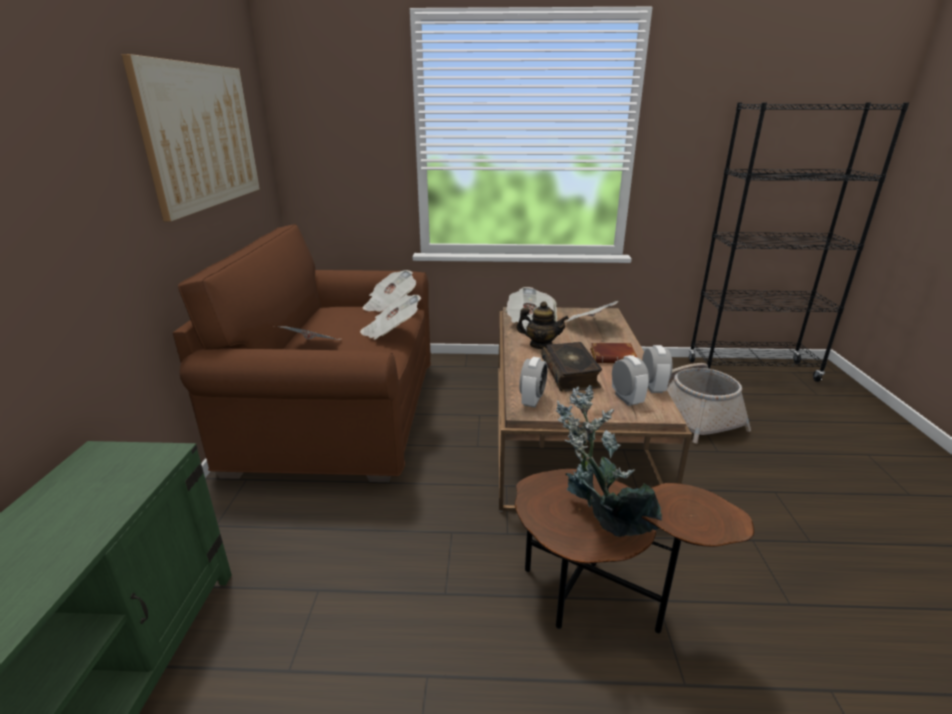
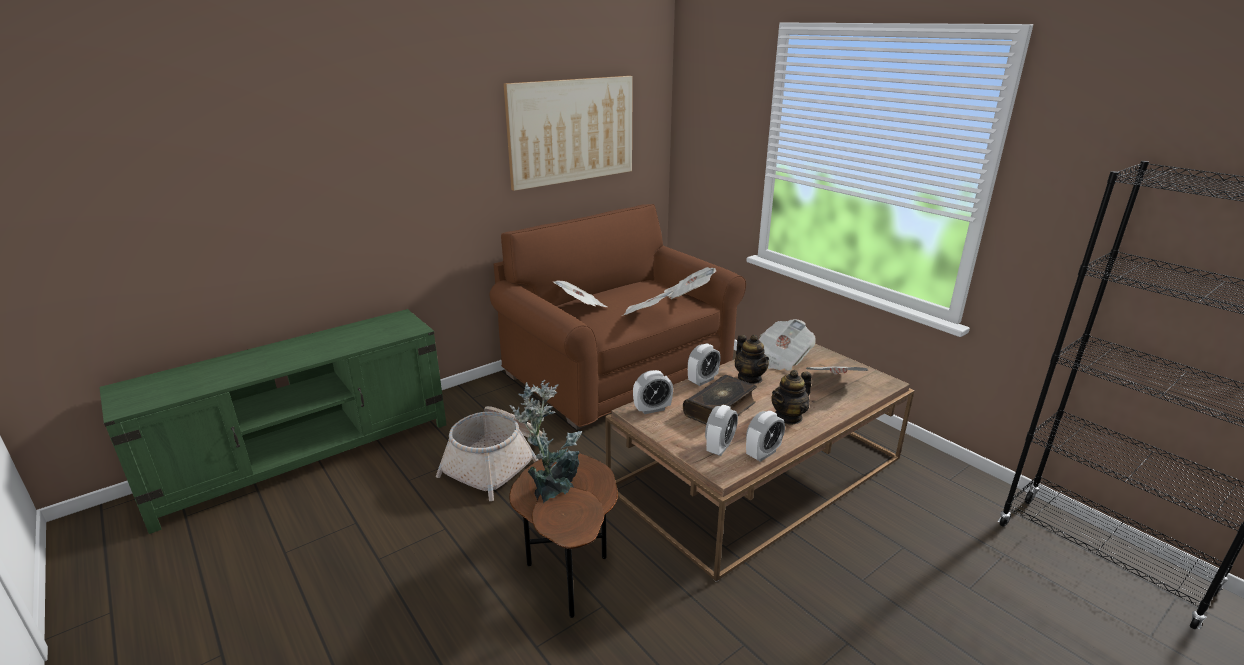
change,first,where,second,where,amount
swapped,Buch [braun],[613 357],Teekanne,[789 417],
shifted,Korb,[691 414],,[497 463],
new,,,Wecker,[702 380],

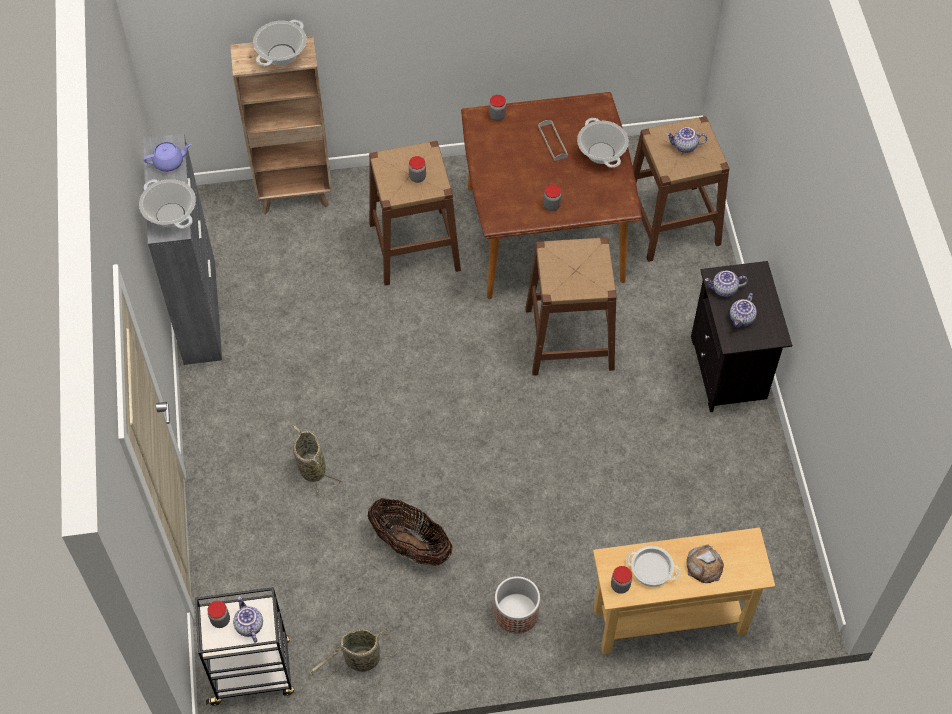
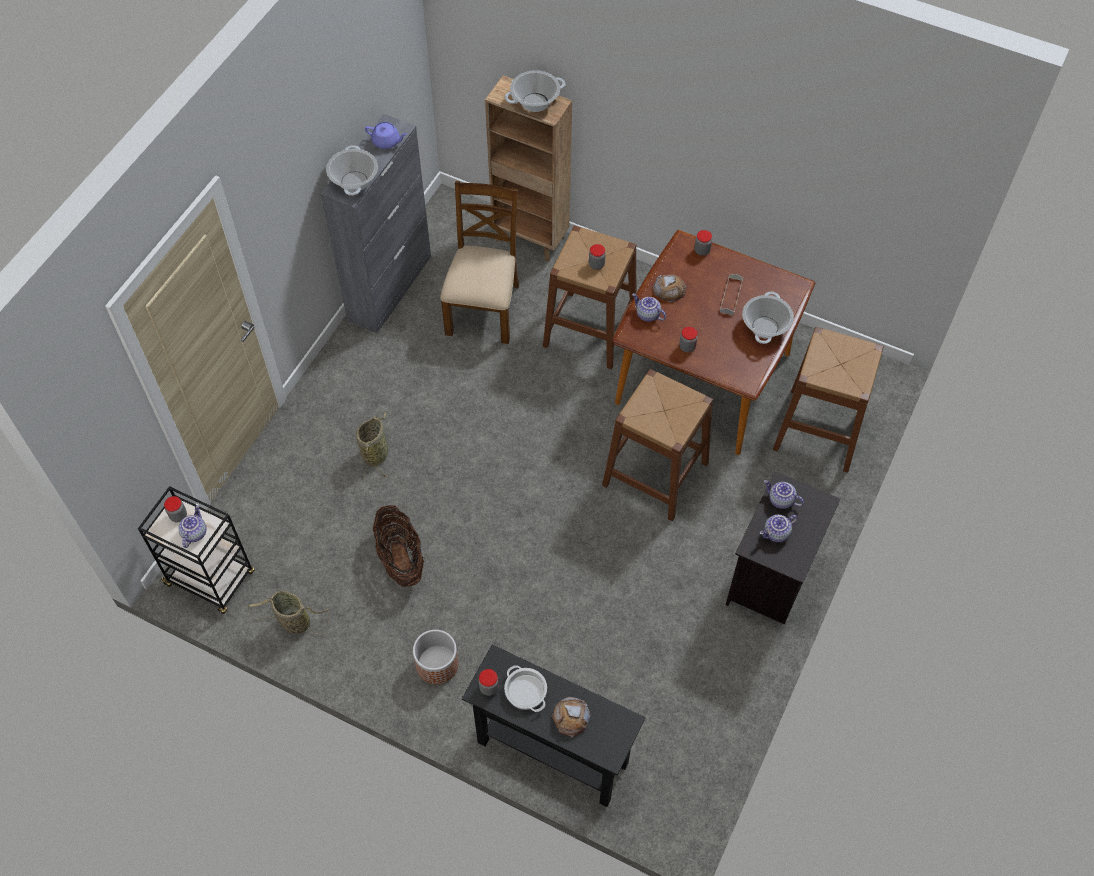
change,first,where,second,where,amount
shifted,Teekanne,[684 146],,[647 315],
repainted,Konsolentisch [beige],[669 621],Konsolentisch [schwarz],[552 752],
new,,,Stuhl [braun],[484 308],
new,,,Brot,[669 290],

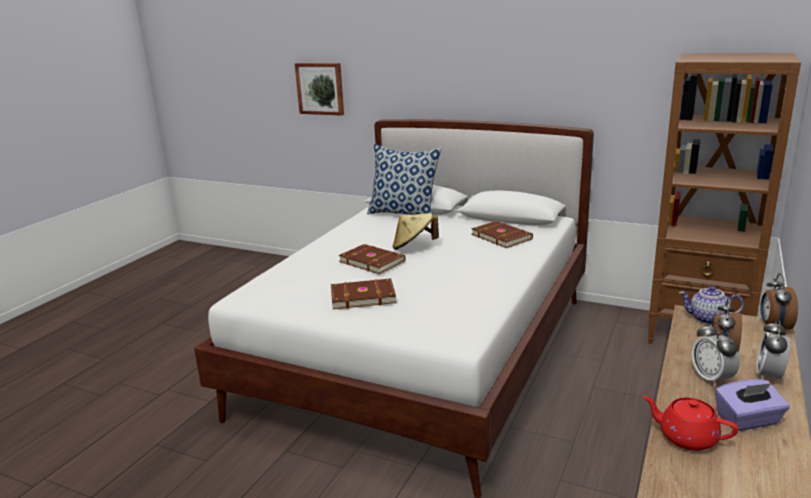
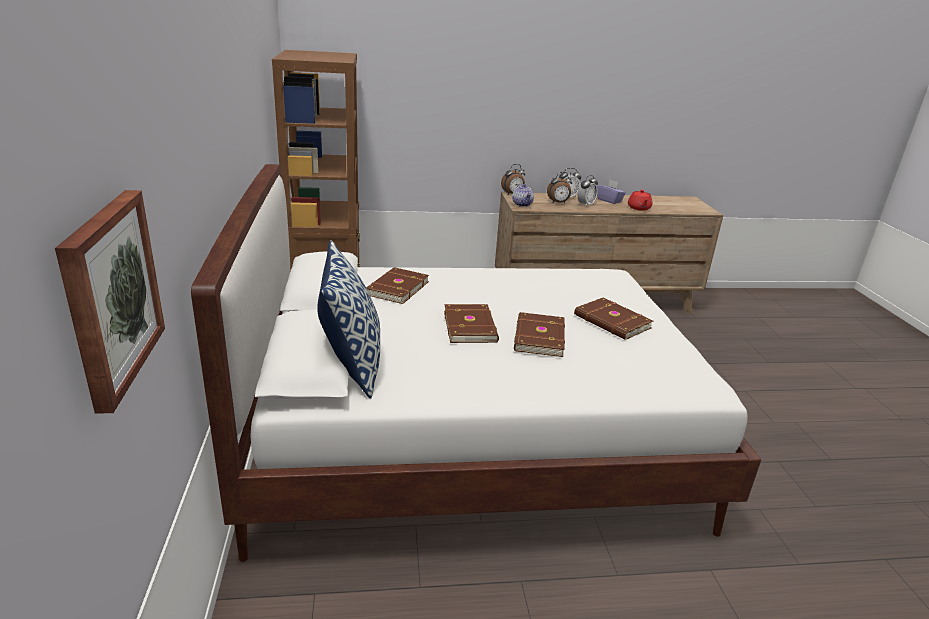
change,first,where,second,where,amount
swapped,Hut [beige],[414 246],Buch [braun],[471 326],

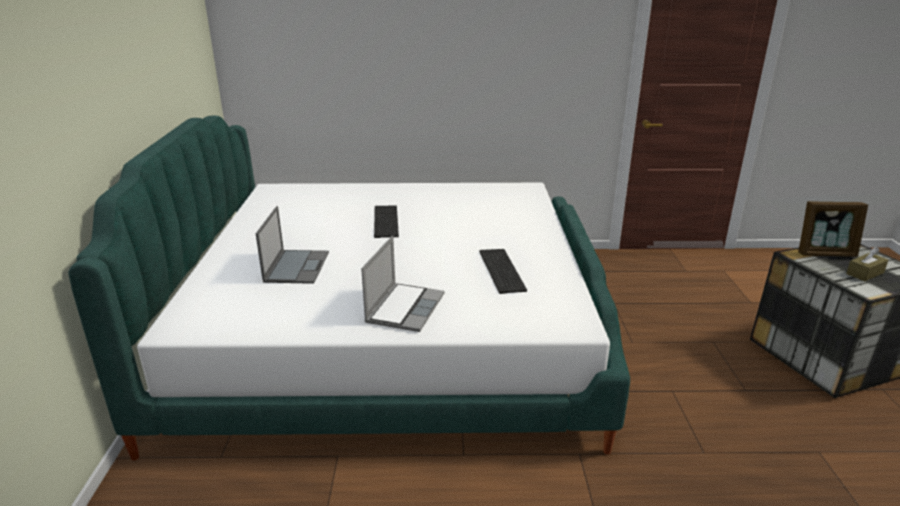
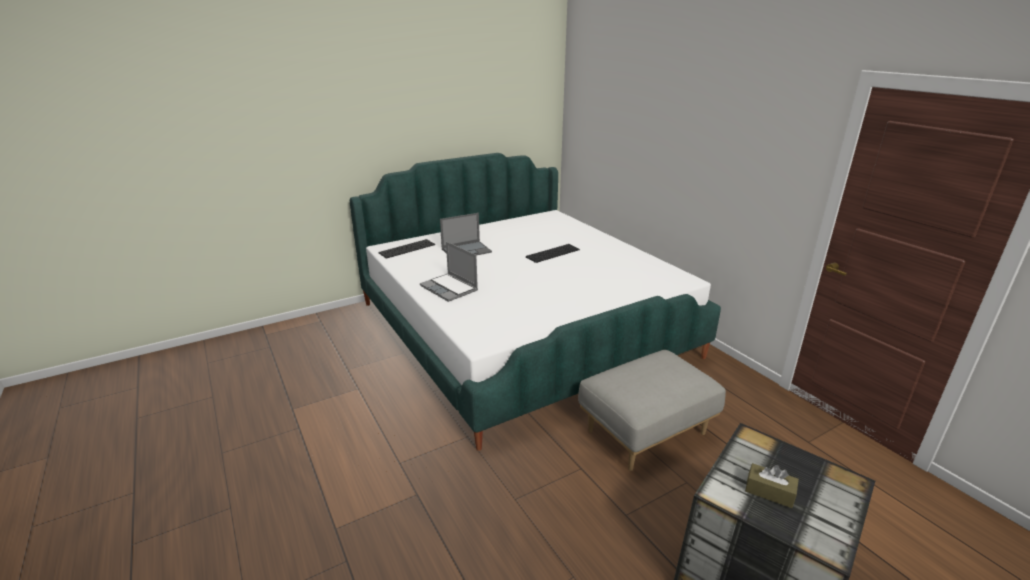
change,first,where,second,where,amount
gone,Bilderrahmen,[825 253],,,
rotated,Laptop,[404 308],,[450 288],60 degrees clockwise
shifted,Tastatur,[499 270],,[407 248],
new,,,Polsterhocker [grau],[646 432],

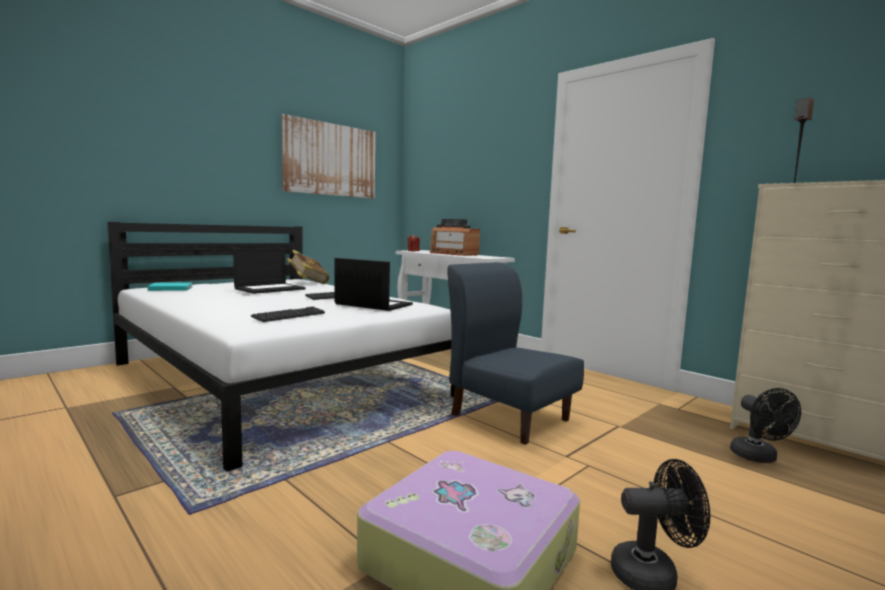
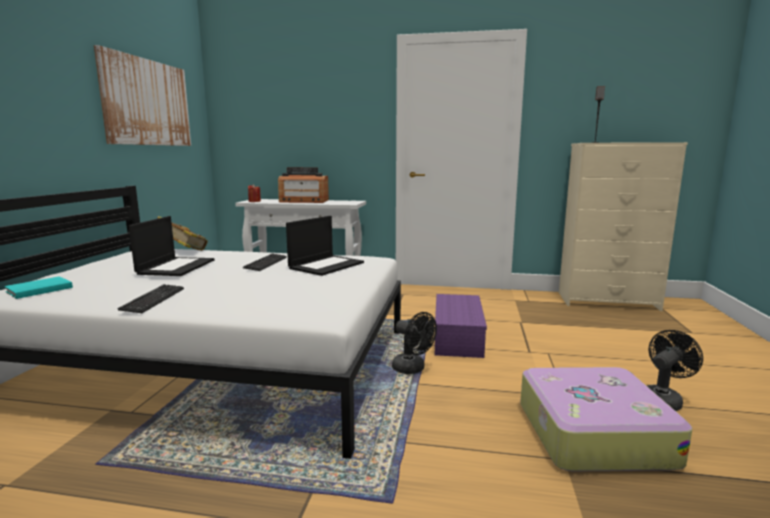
change,first,where,second,where,amount
rotated,Laptop,[372 304],,[326 265],135 degrees clockwise
swapped,Stuhl [blau],[509 417],Aufbewahrungsbox [lila],[456 336],
shifted,Tastatur,[289 316],,[153 300],
shifted,Ventilator [schwarz],[759 458],,[413 369],

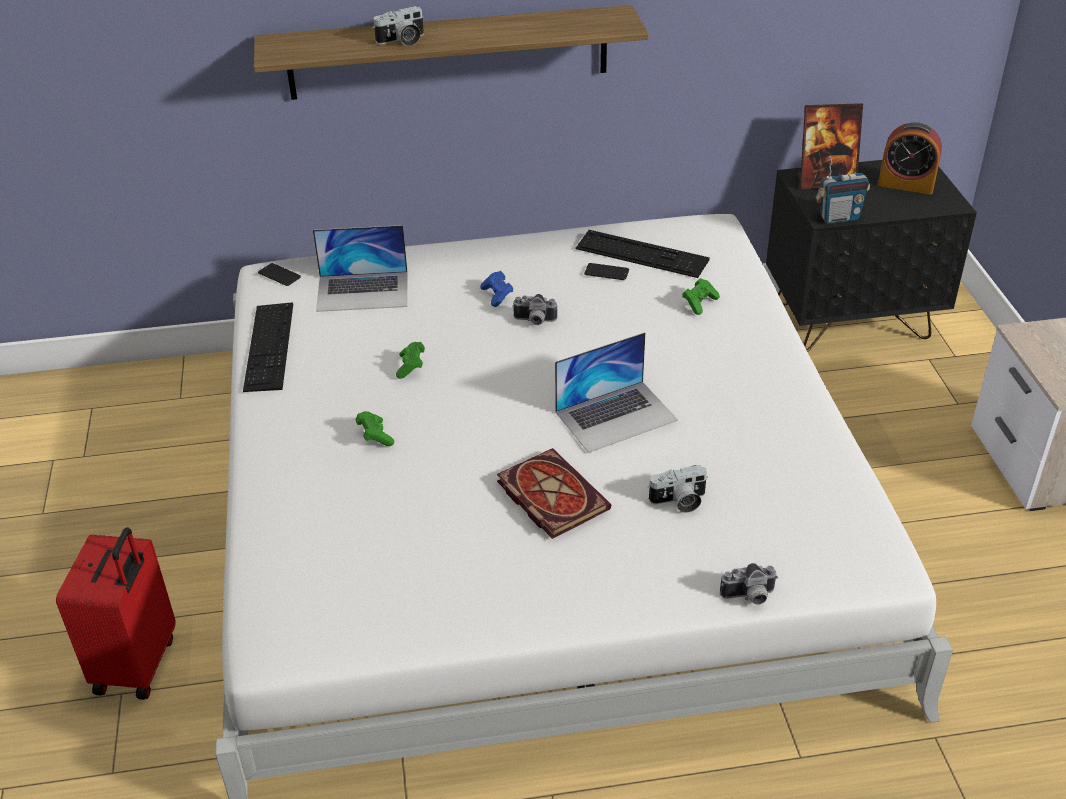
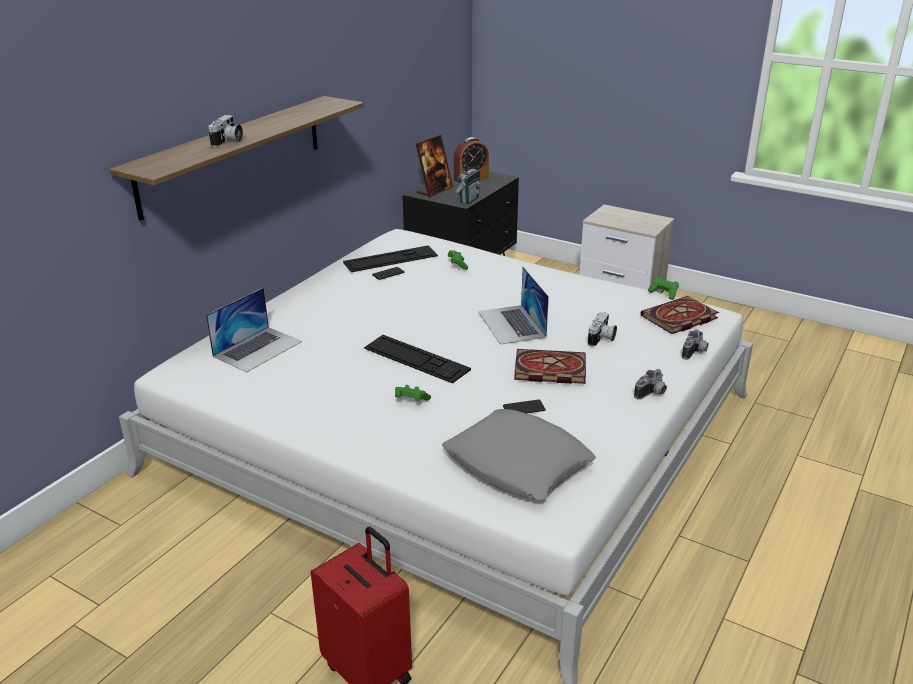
change,first,where,second,where,amount
shifted,Handy,[279 275],,[524 408],
gone,Gamepad [blau],[497 295],,,
shifted,Kamera,[534 321],,[652 394],
shifted,Tastatur,[269 346],,[416 359],
rotated,Laptop,[616 416],,[511 324],150 degrees clockwise
shifted,Gamepad [grün],[411 367],,[664 293],
new,,,Buch,[679 318],
new,,,Kissen [grau],[517 463],

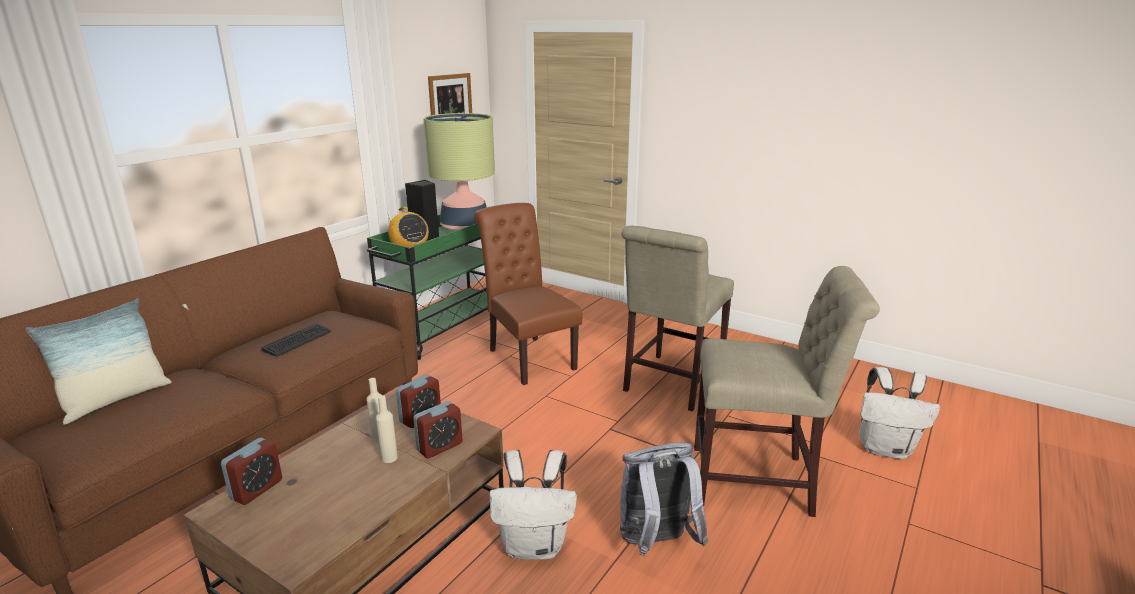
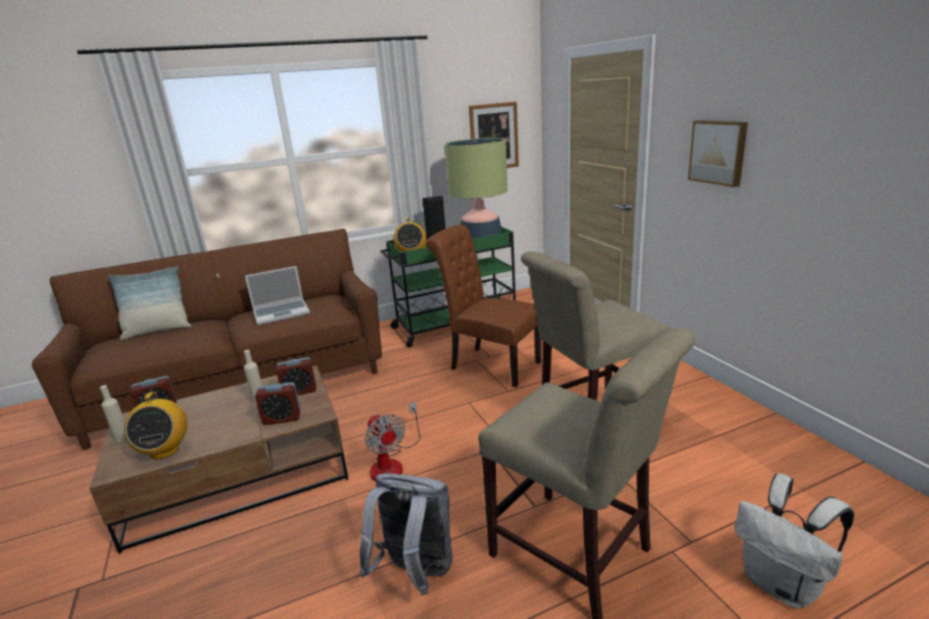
change,first,where,second,where,amount
rotated,Stuhl [braun],[528 357],,[490 365],60 degrees counterclockwise
swapped,Tastatur,[297 340],Laptop,[282 313],
shifted,Flasche [beige],[389 458],,[122 438],
gone,Rucksack [weiß],[535 546],,,
new,,,Bild,[718 152],
new,,,Radio,[164 450],
new,,,Ventilator,[392 463],

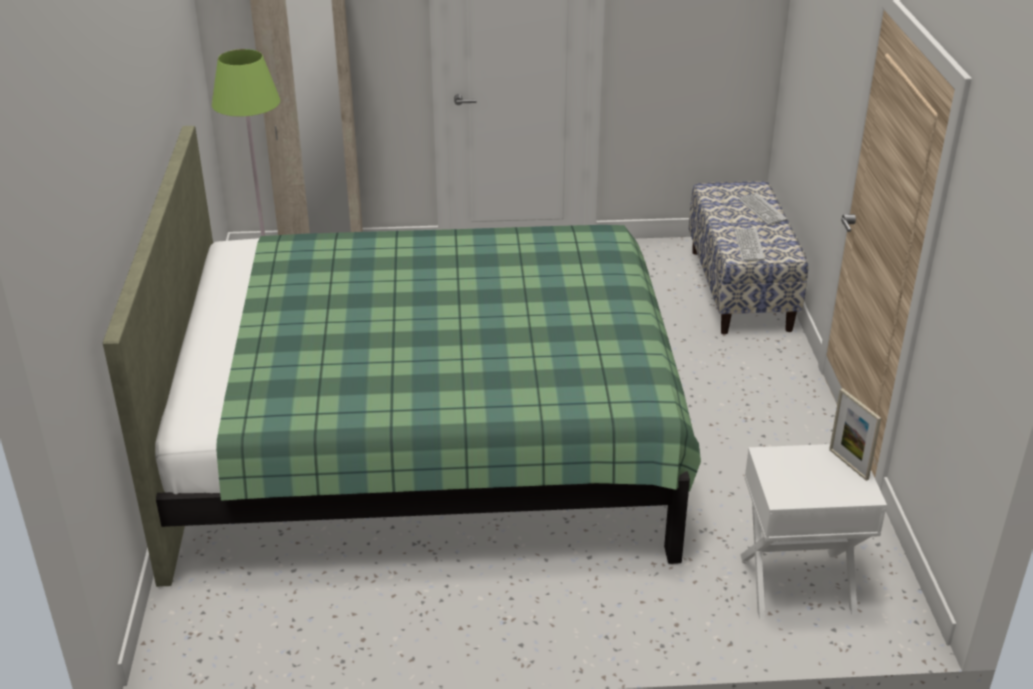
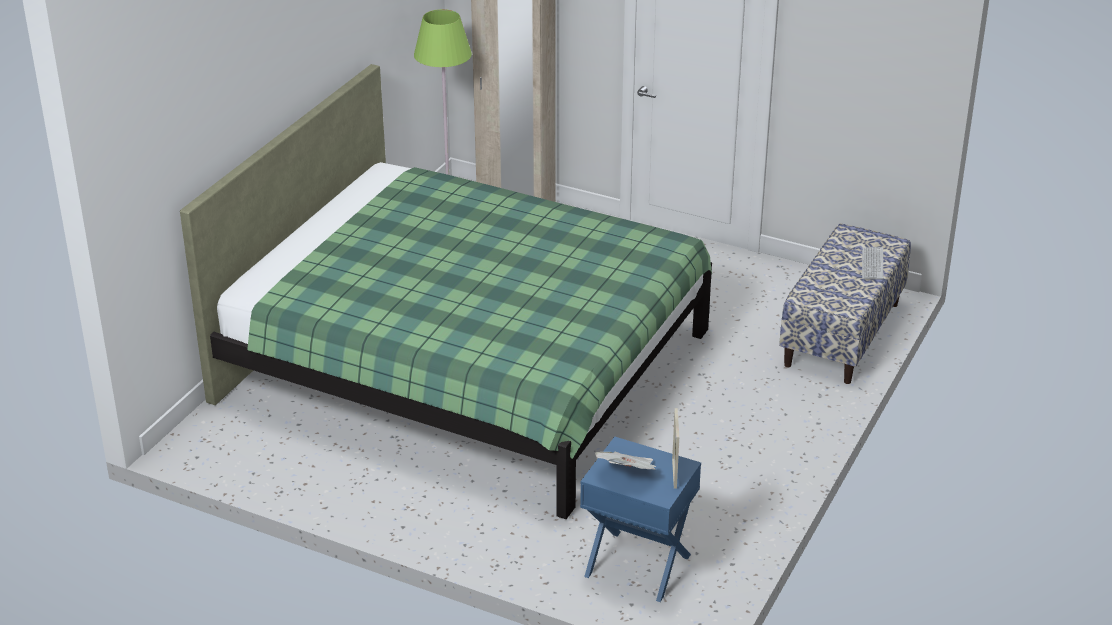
change,first,where,second,where,amount
gone,Tastatur,[749 246],,,
repainted,Nachttisch [weiß],[797 585],Nachttisch [blau],[637 566],
new,,,Zeitung,[628 473],

